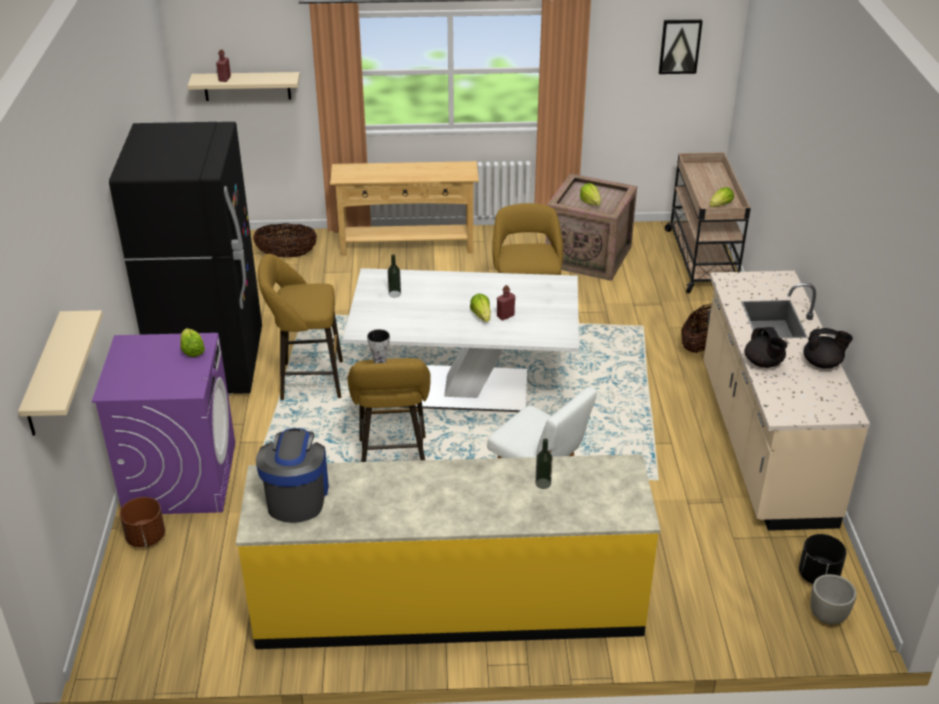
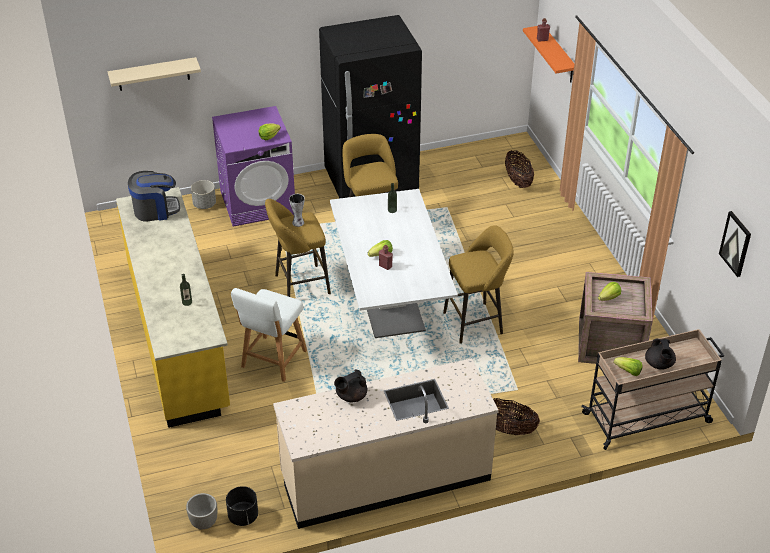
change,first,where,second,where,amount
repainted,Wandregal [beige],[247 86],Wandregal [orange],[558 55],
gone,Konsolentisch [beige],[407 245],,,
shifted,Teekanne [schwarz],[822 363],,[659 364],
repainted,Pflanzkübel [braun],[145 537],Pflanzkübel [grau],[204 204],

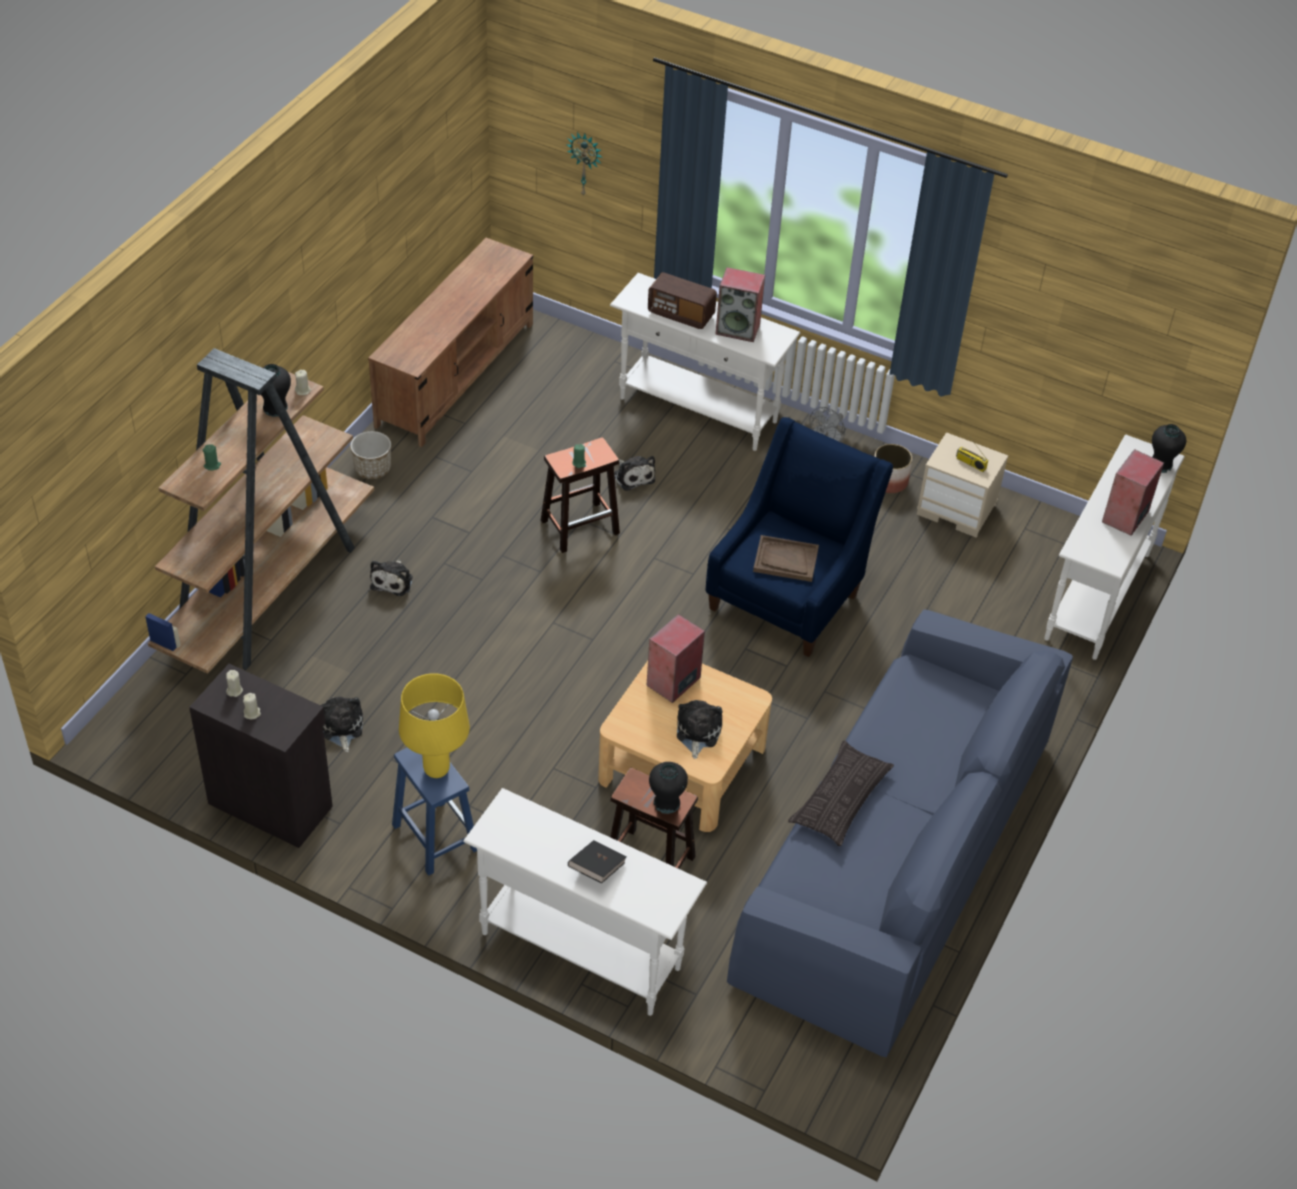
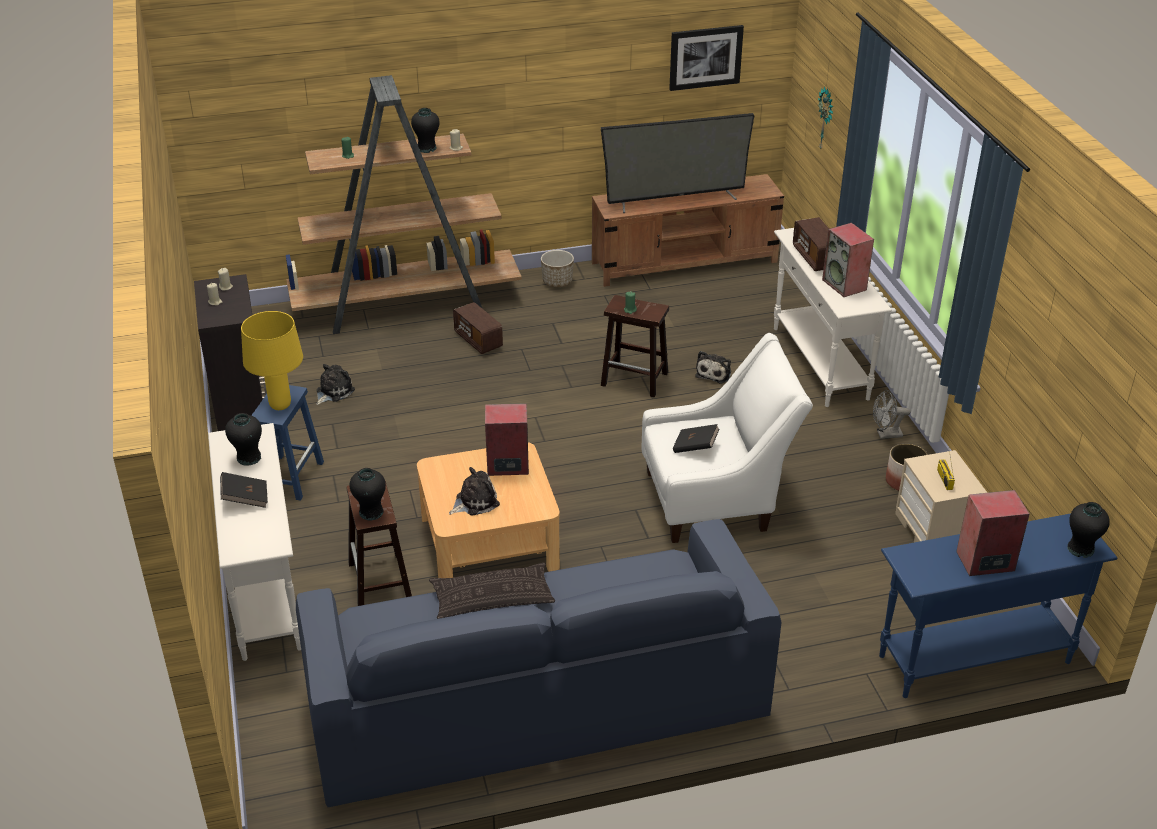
change,first,where,second,where,amount
repainted,Sessel [blau],[789 595],Sessel [weiß],[717 500],
repainted,Konsolentisch [weiß],[1096 596],Konsolentisch [blau],[973 659],
swapped,Tablett [braun],[785 560],Buch [schwarz],[695 447],
swapped,Plüschtier,[393 581],Radio,[478 340],
new,,,Bild,[705 57],
new,,,Fernseher,[675 199],
new,,,Vase [schwarz],[249 458],

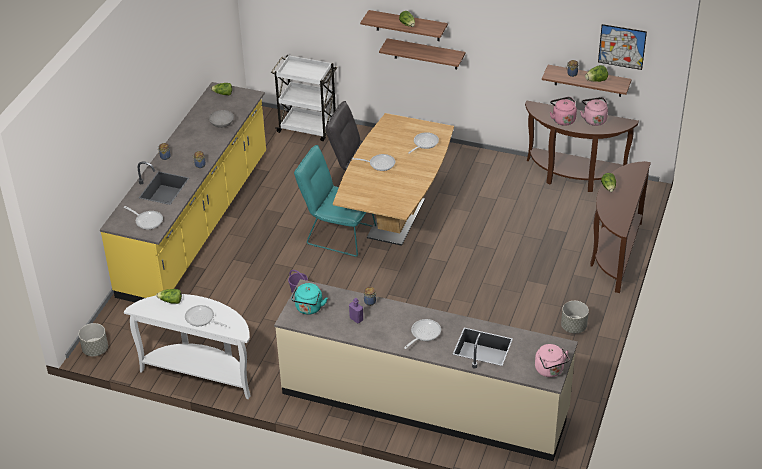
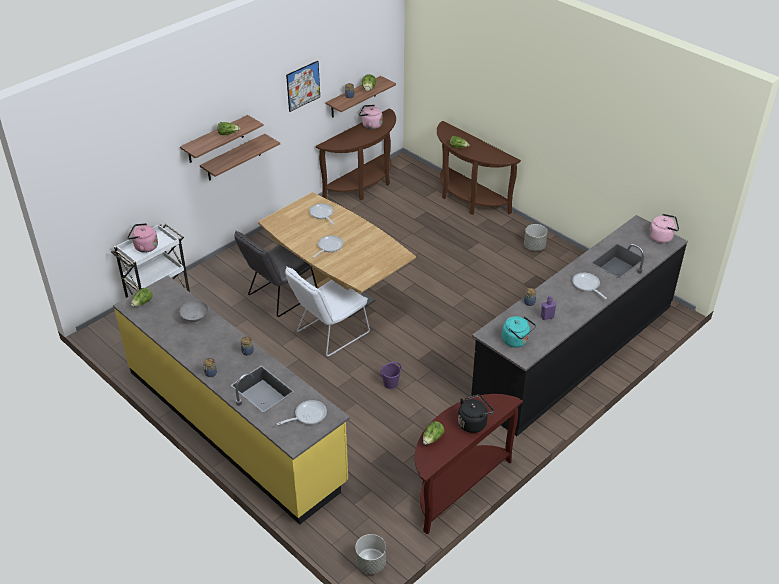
change,first,where,second,where,amount
shifted,Bild,[622 46],,[303 86],
shifted,Wasserkessel [rosa],[562 119],,[144 247],
repainted,Stuhl [türkis],[336 234],Stuhl [weiß],[329 334],
repainted,Küchenzeile [beige],[424 402],Küchenzeile [schwarz],[574 352],
repainted,Konsolentisch [weiß],[201 373],Konsolentisch [braun],[457 486],
swapped,Pfanne,[202 319],Wasserkessel [schwarz],[473 423],

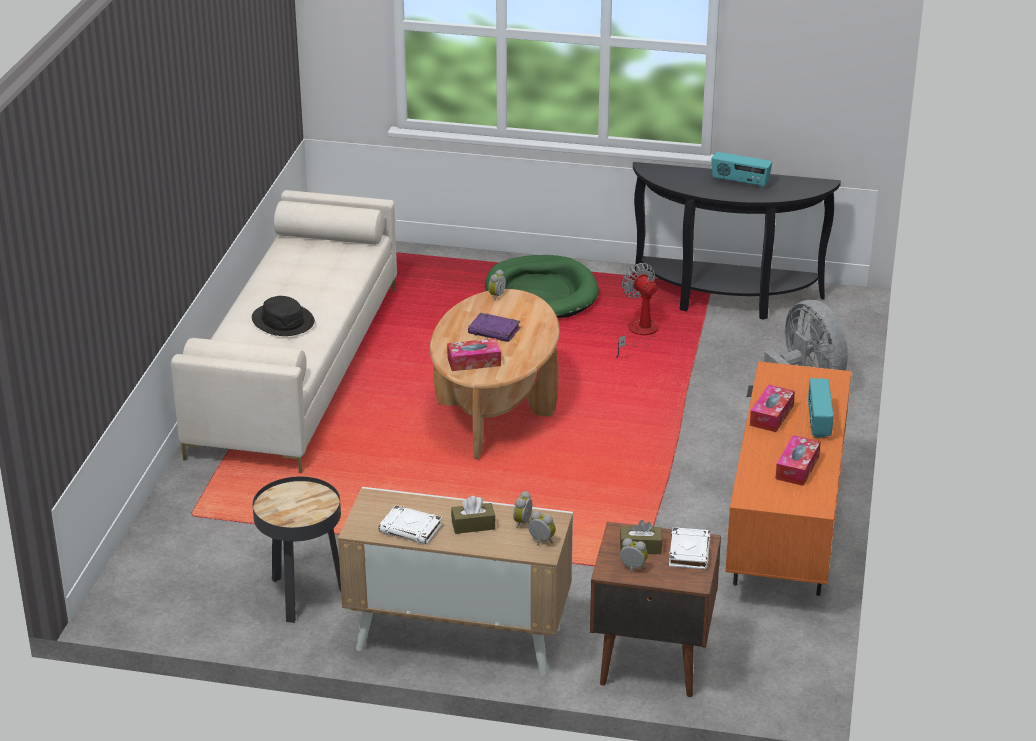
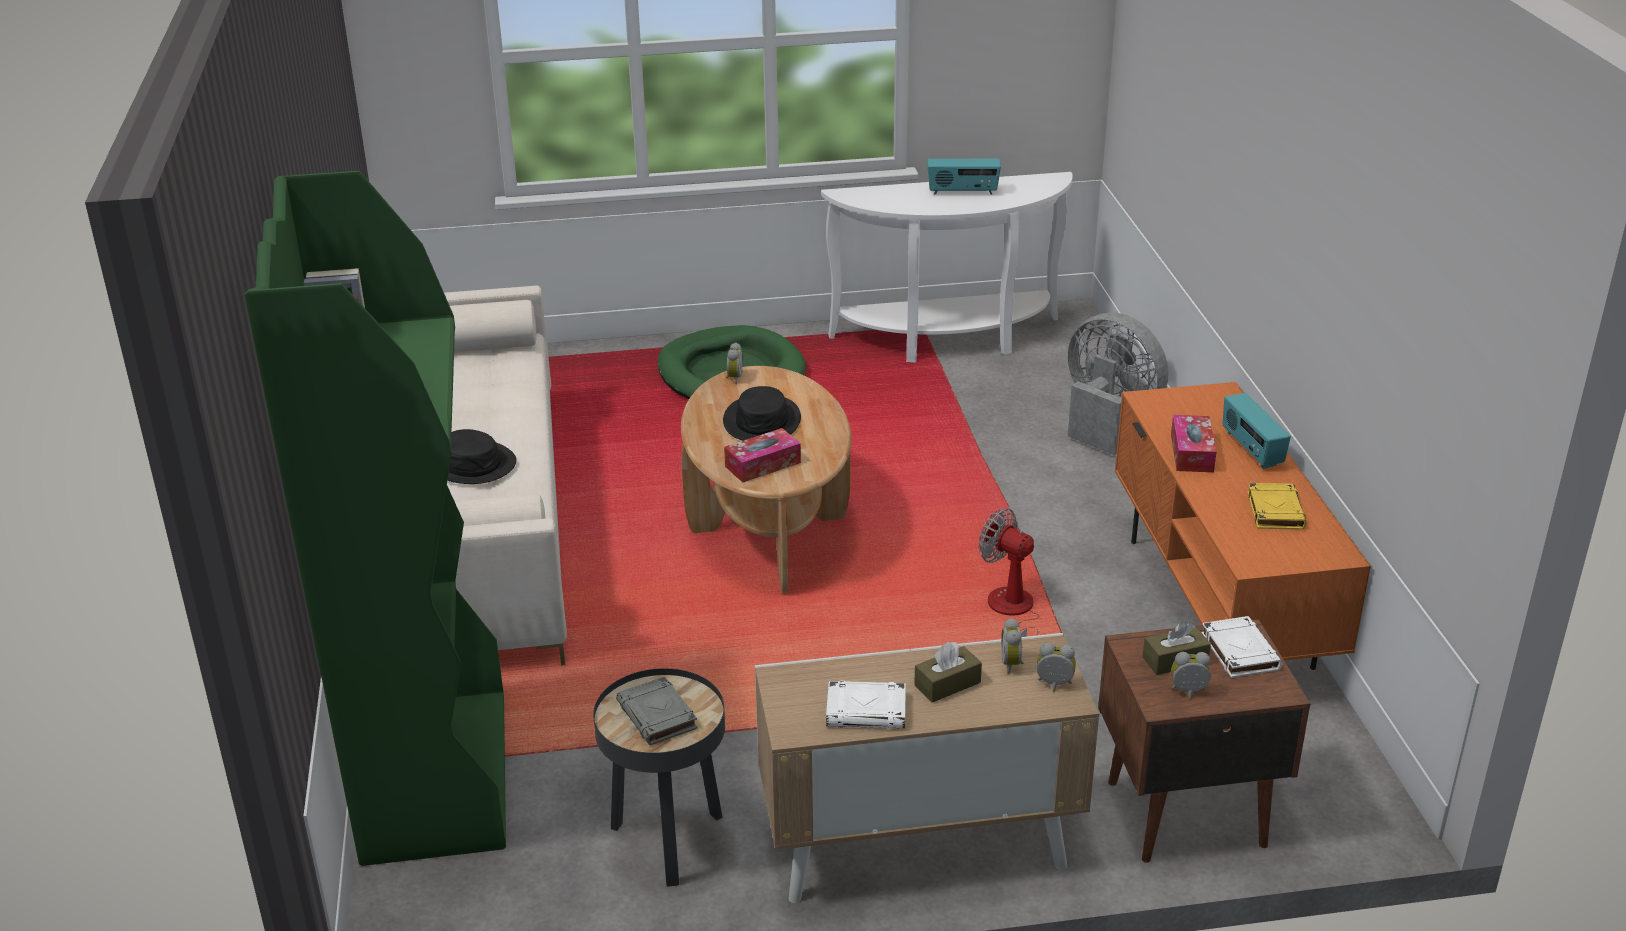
change,first,where,second,where,amount
repainted,Konsolentisch [schwarz],[725 300],Konsolentisch [weiß],[949 341],
shifted,Ventilator,[639 334],,[1011 614],
swapped,Buch [lila],[495 331],Hut [schwarz],[762 421],
swapped,Taschentuchbox,[797 467],Buch [gelb],[1275 510],
new,,,Bücherregal [grün],[434 776],
new,,,Buch [grau],[658 716],

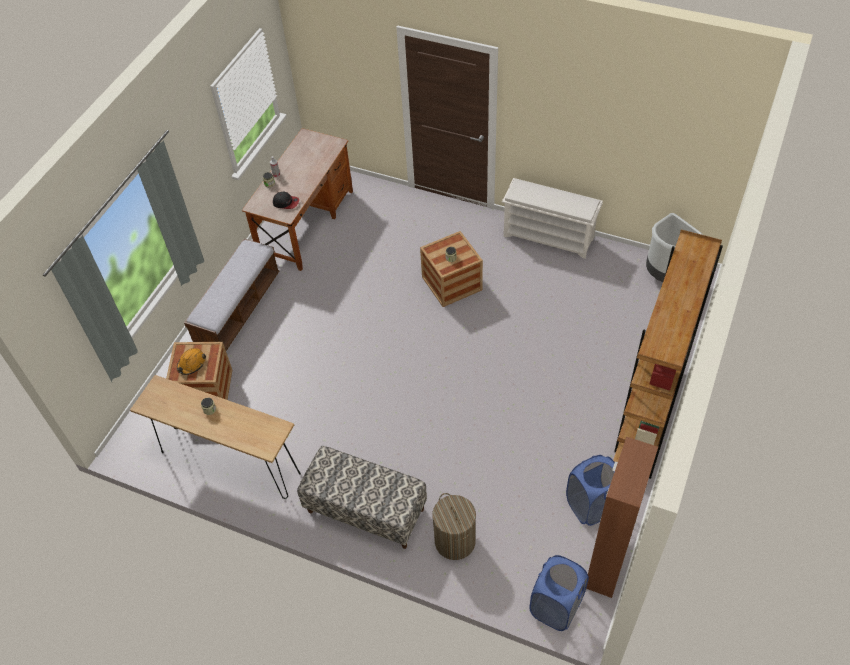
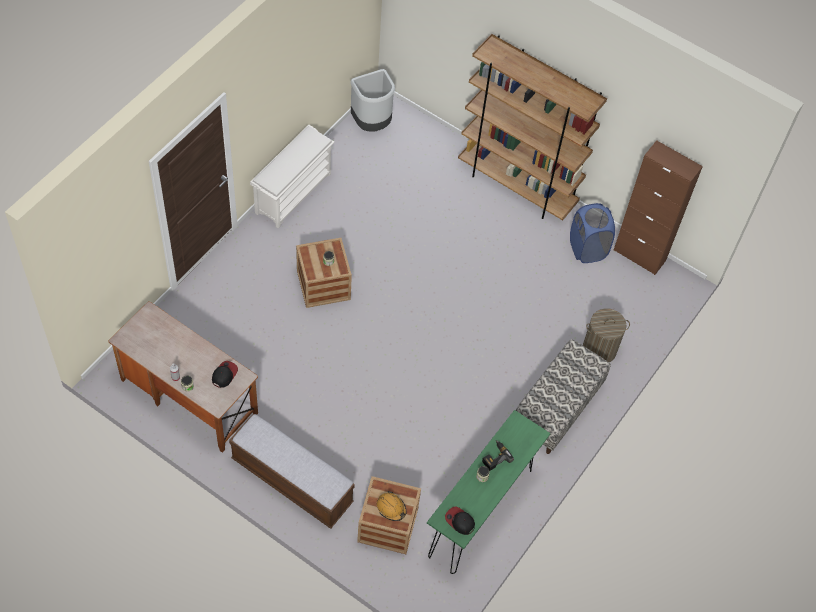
change,first,where,second,where,amount
repainted,Konsolentisch [braun],[230 462],Konsolentisch [grün],[481 512],
gone,Wäschekorb [blau],[556 606],,,
new,,,Bohrmaschine,[495 457],
new,,,Kappe,[459 521],

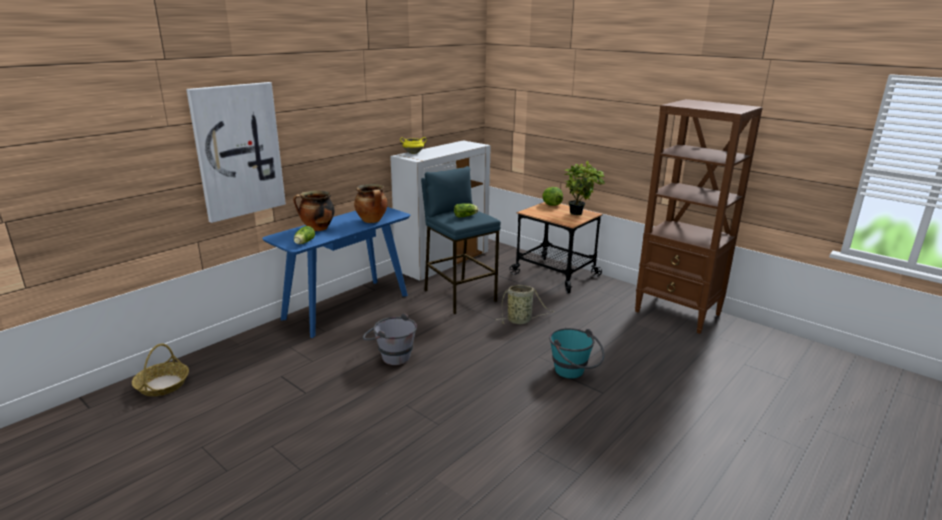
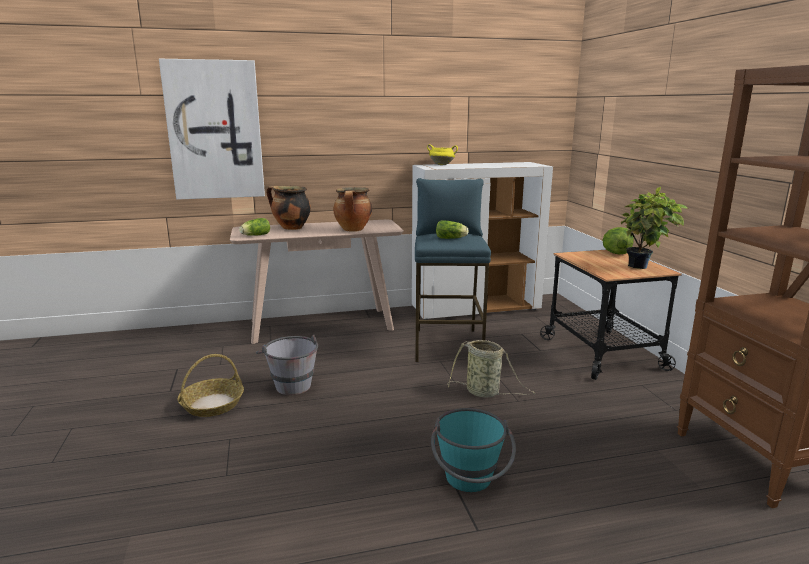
change,first,where,second,where,amount
repainted,Konsolentisch [blau],[346 306],Konsolentisch [beige],[321 325],
shifted,Korb,[162 385],,[212 404],

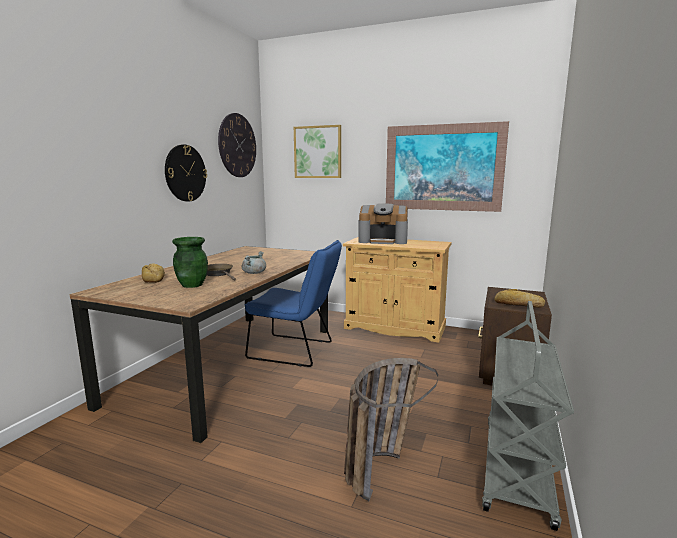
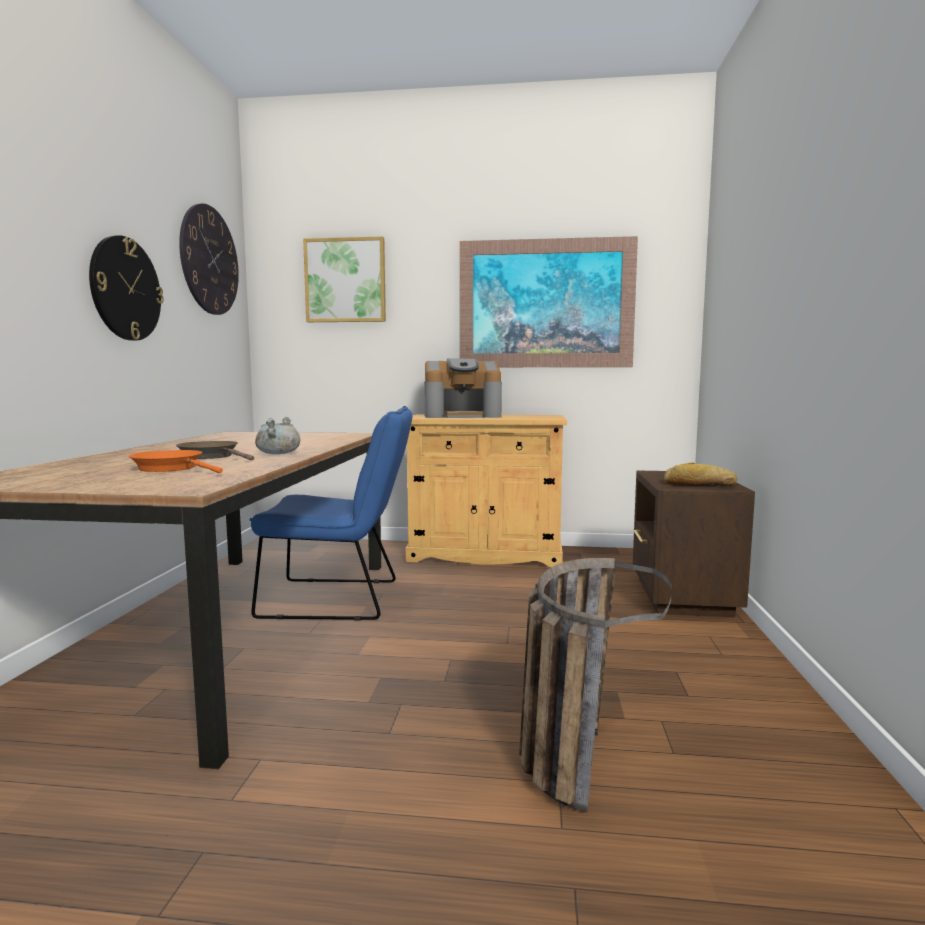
change,first,where,second,where,amount
swapped,Vase [grün],[192 285],Pfanne [orange],[172 468],
gone,Brot,[153 277],,,
gone,Rollwagen [grau],[517 471],,,

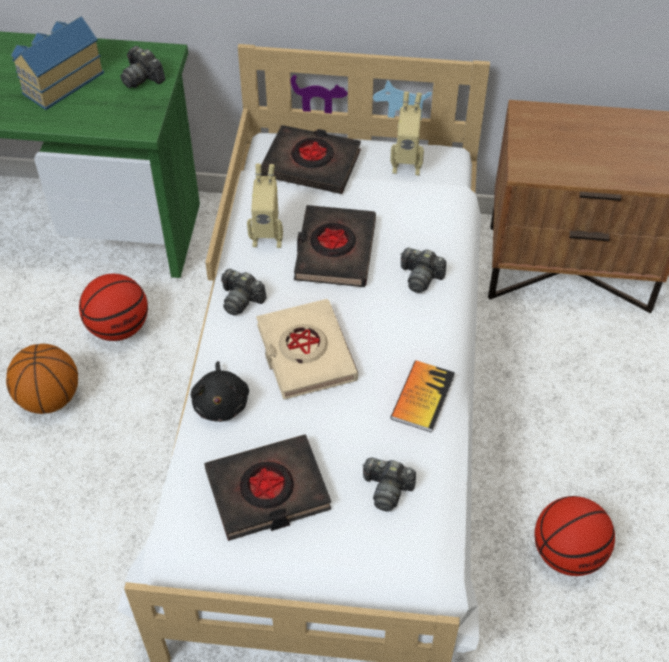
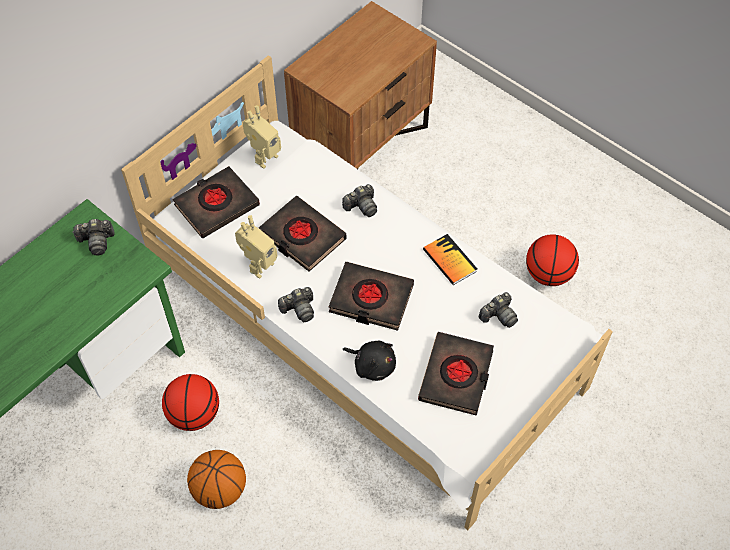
change,first,where,second,where,amount
gone,Spielzeughaus,[59 81],,,
repainted,Buch [beige],[305 353],Buch [schwarz],[371 299],

